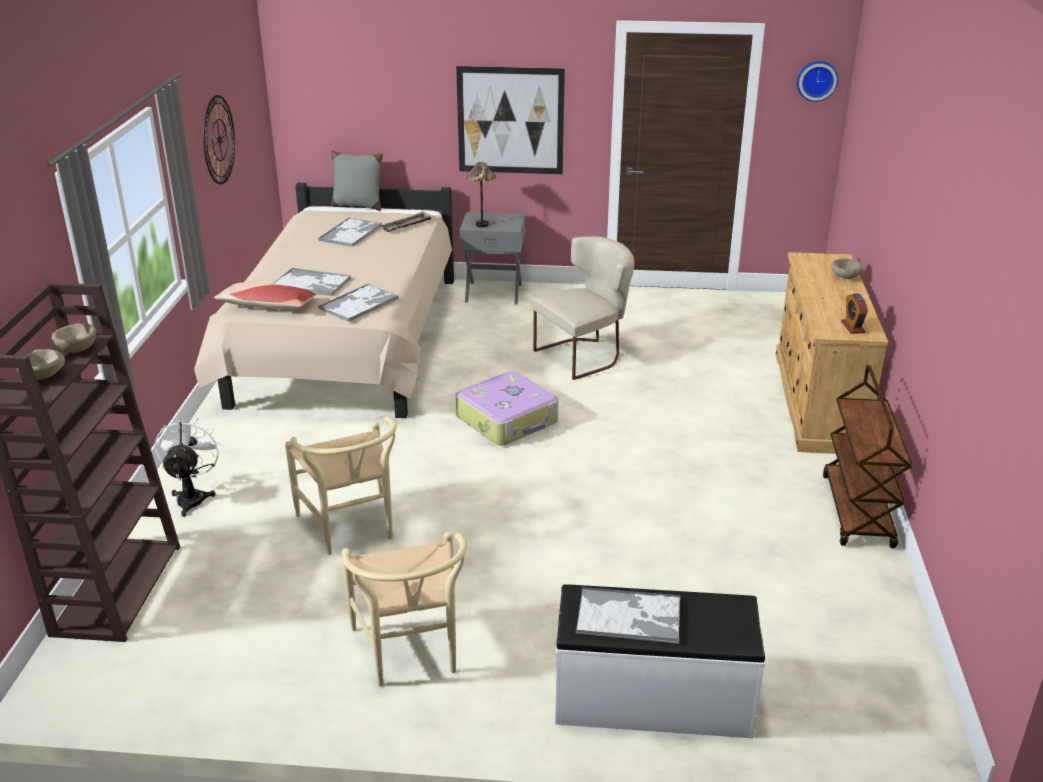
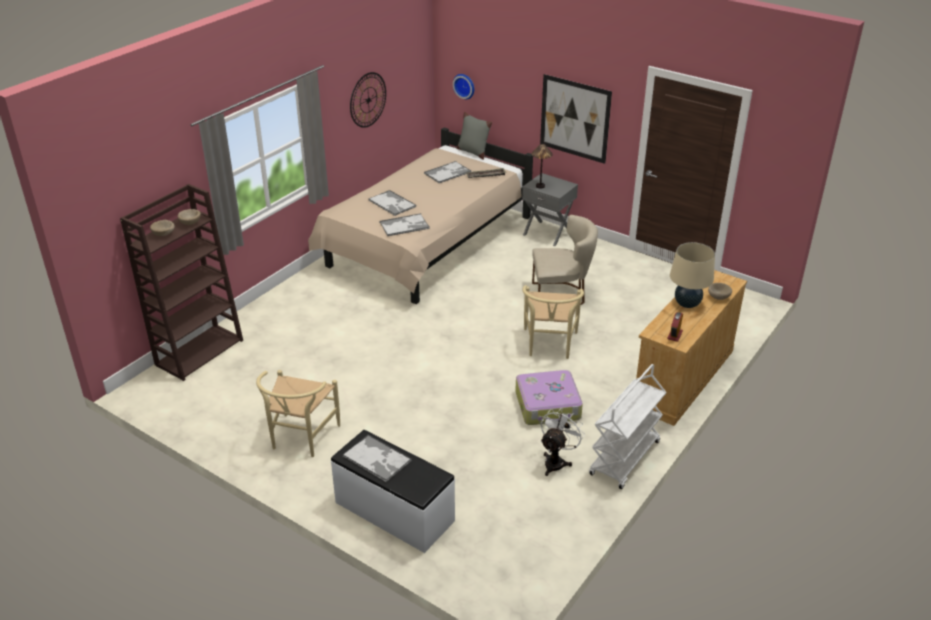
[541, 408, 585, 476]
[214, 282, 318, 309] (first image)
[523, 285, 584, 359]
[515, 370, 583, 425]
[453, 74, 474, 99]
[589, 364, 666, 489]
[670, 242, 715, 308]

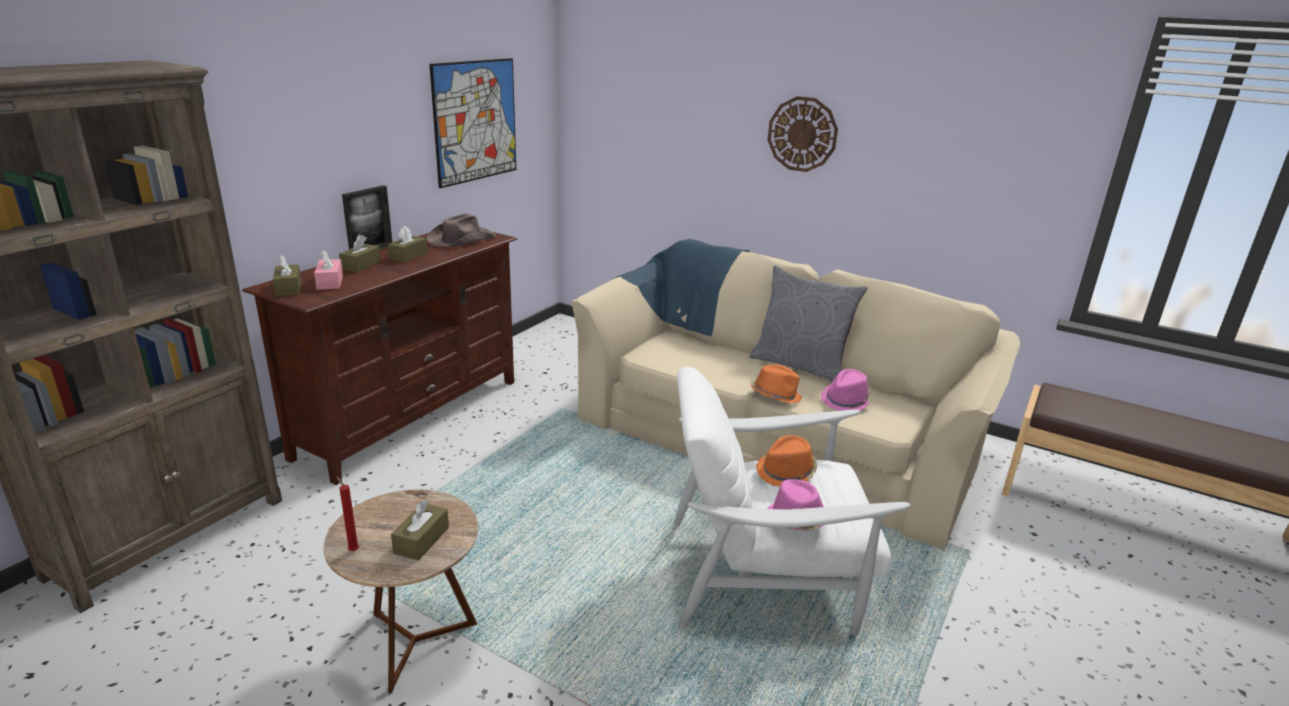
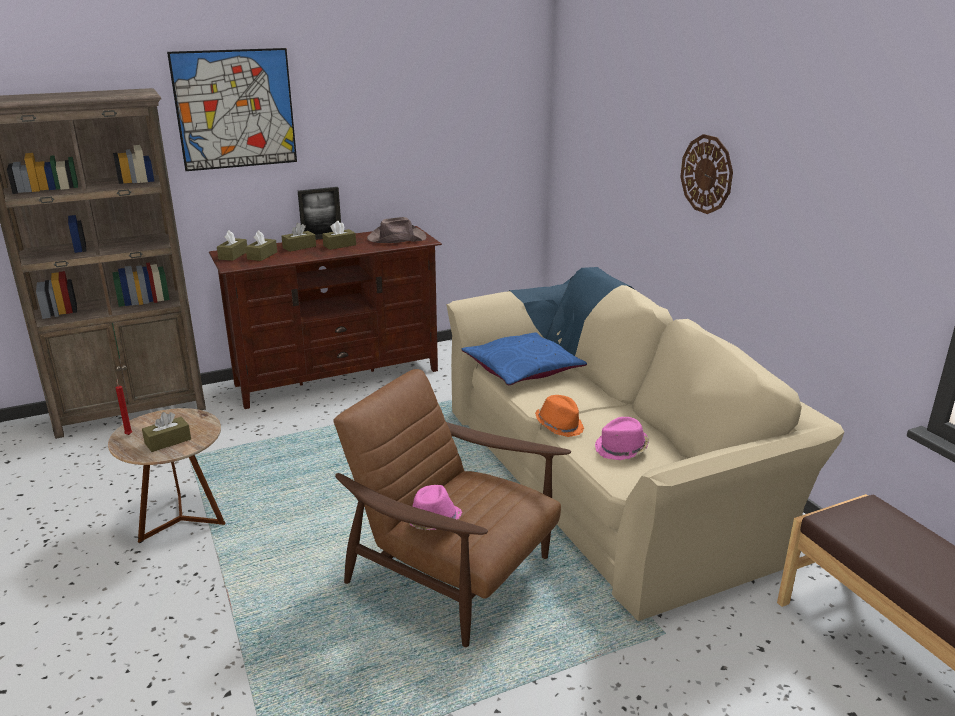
[246, 230, 277, 261]
[167, 48, 297, 171]
[333, 369, 571, 647]
[749, 265, 867, 382] (first image)
[756, 435, 817, 486] (first image)
[462, 332, 587, 385]

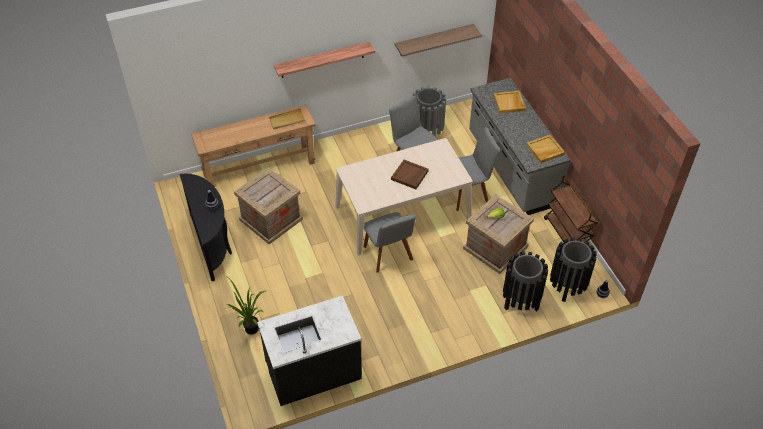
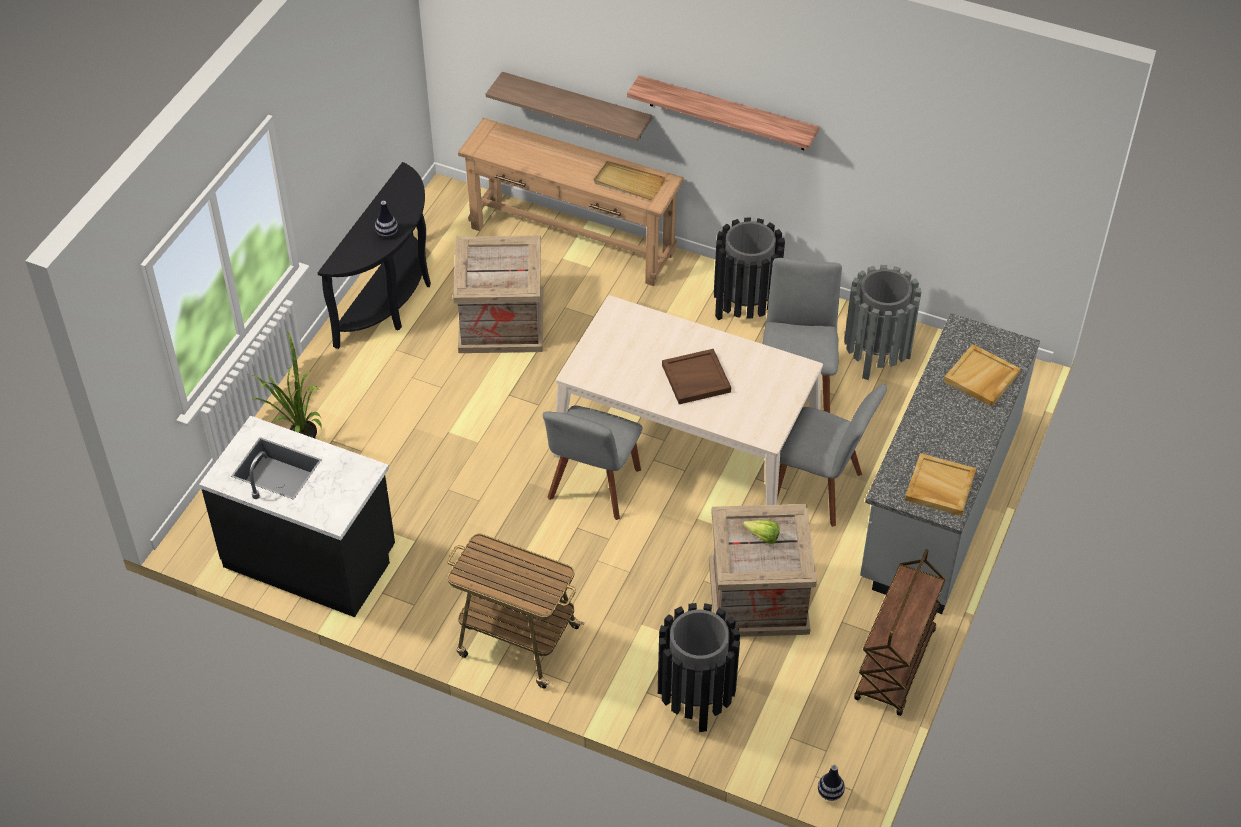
[486, 72, 653, 141]
[714, 217, 785, 320]
[447, 534, 585, 688]

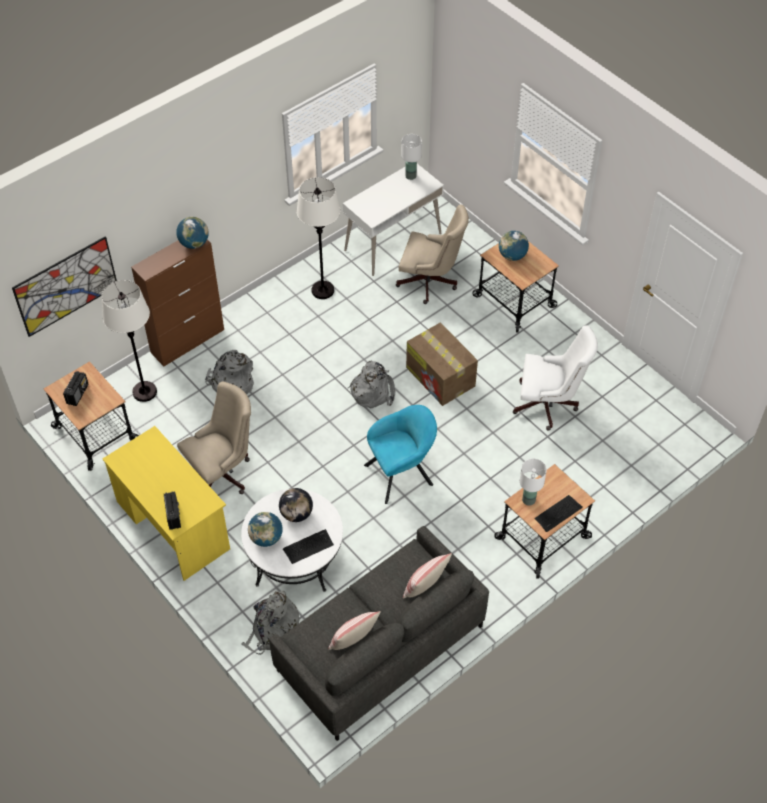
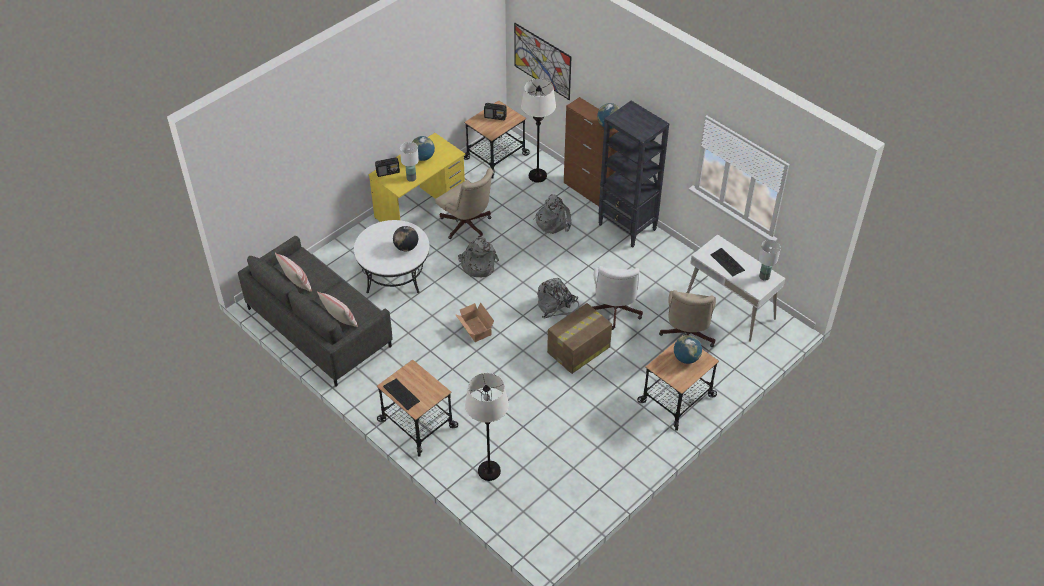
[458, 237, 499, 277]
[412, 136, 435, 161]
[710, 248, 745, 276]
[465, 373, 509, 481]
[455, 302, 494, 342]
[593, 266, 643, 330]
[400, 142, 419, 182]
[598, 101, 669, 248]

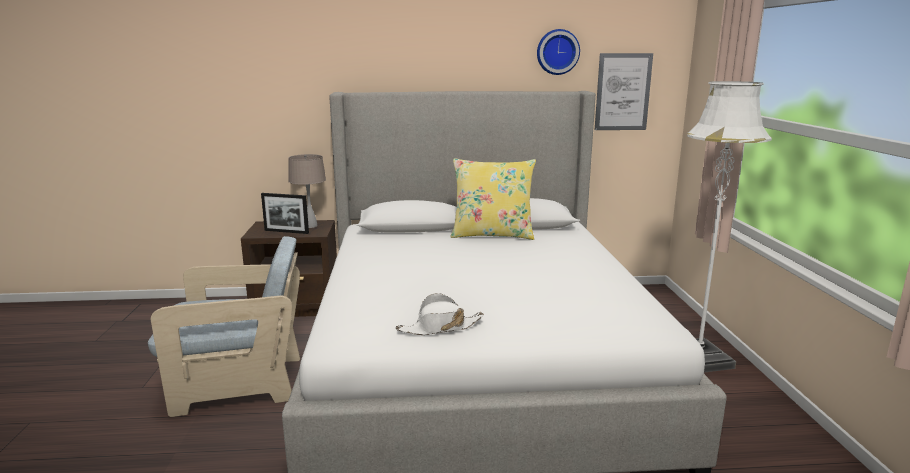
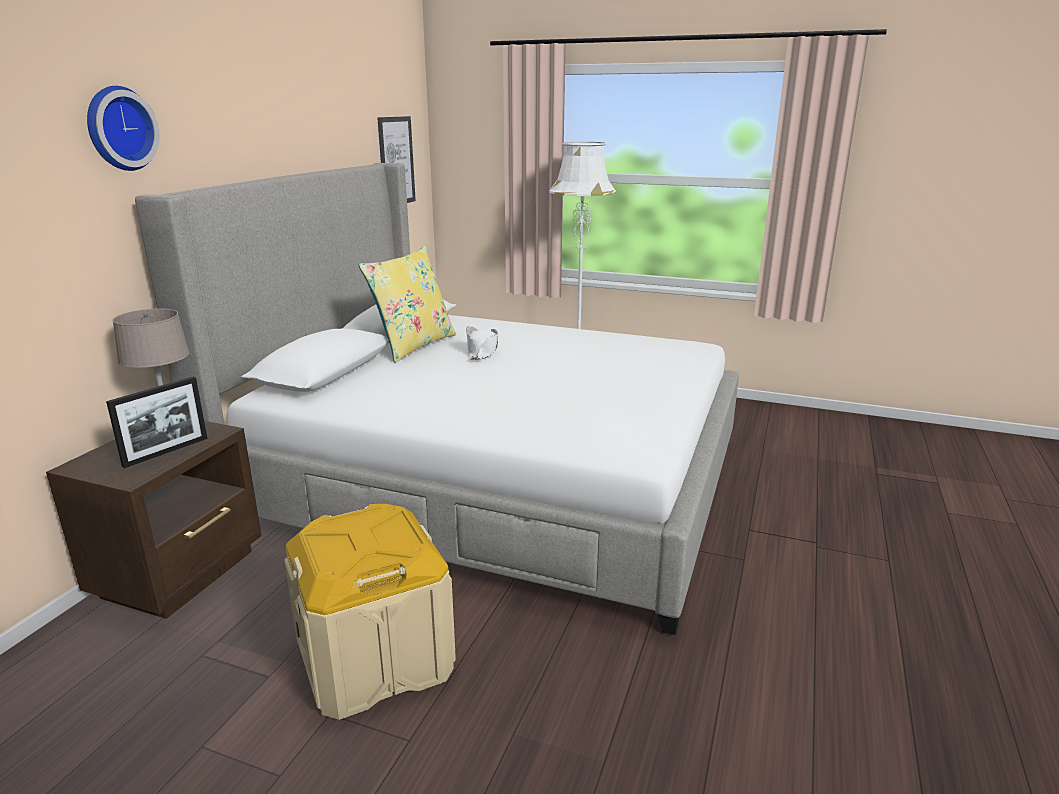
[284, 504, 456, 720]
[466, 326, 498, 360]
[87, 86, 160, 171]

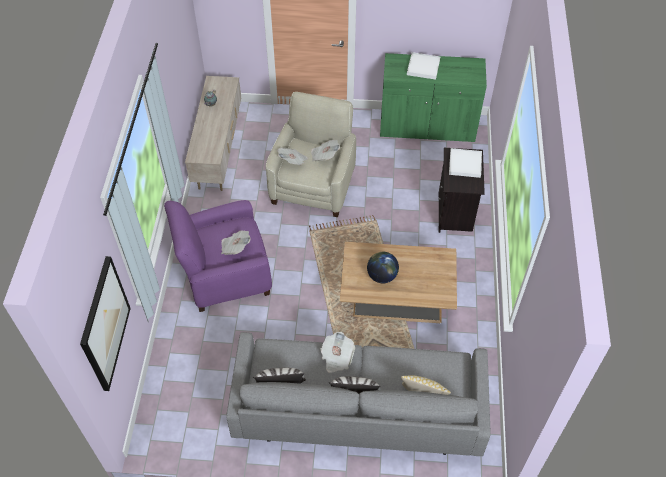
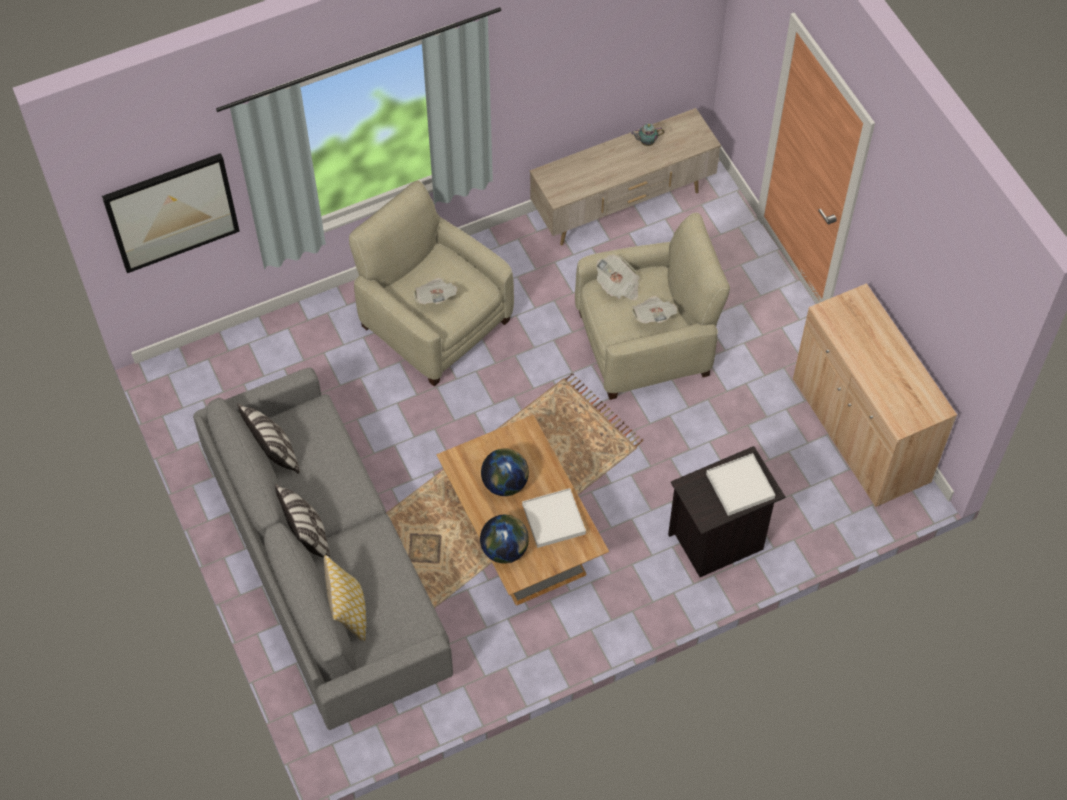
[349, 180, 514, 387]
[320, 332, 355, 373] (first image)
[793, 283, 957, 507]
[522, 488, 586, 548]
[480, 515, 529, 564]

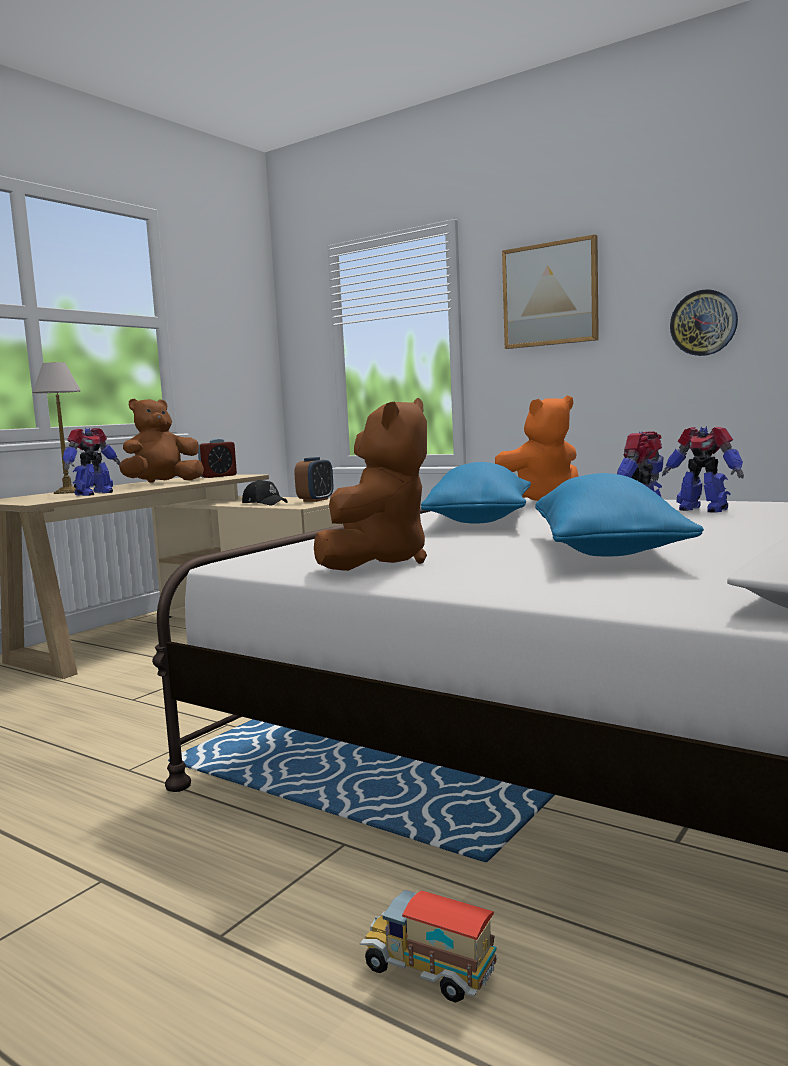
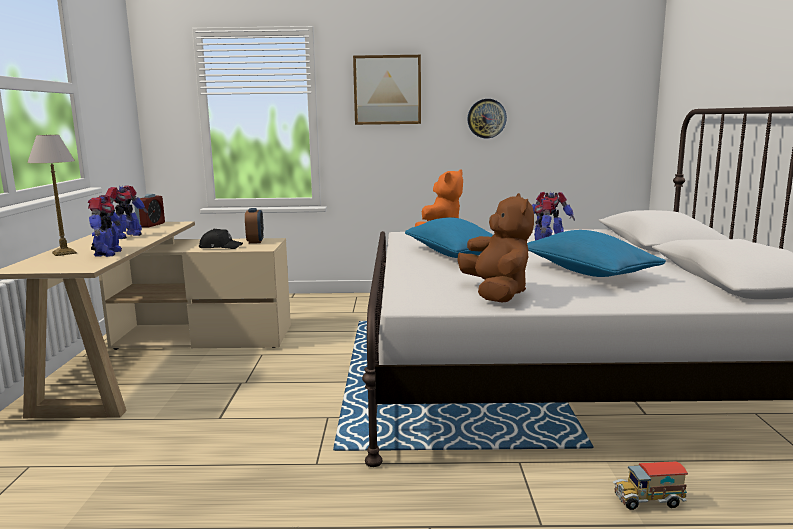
[106, 185, 148, 239]

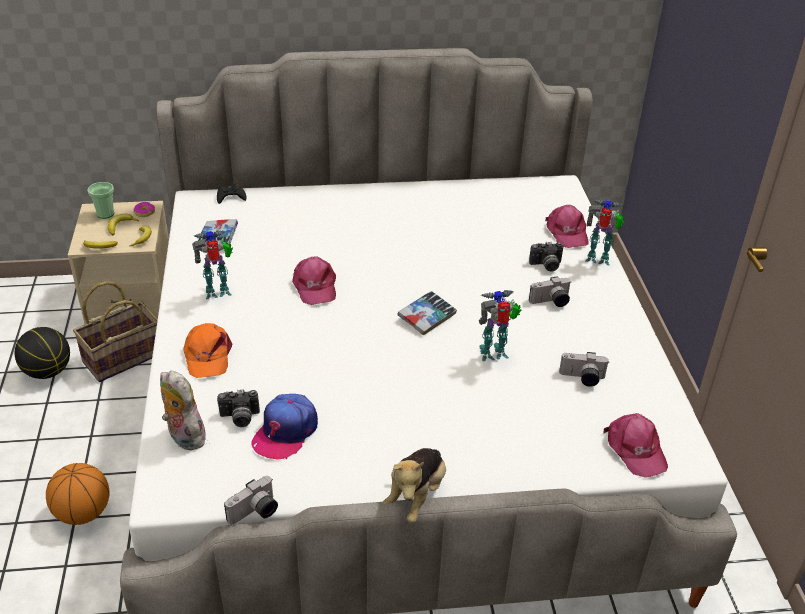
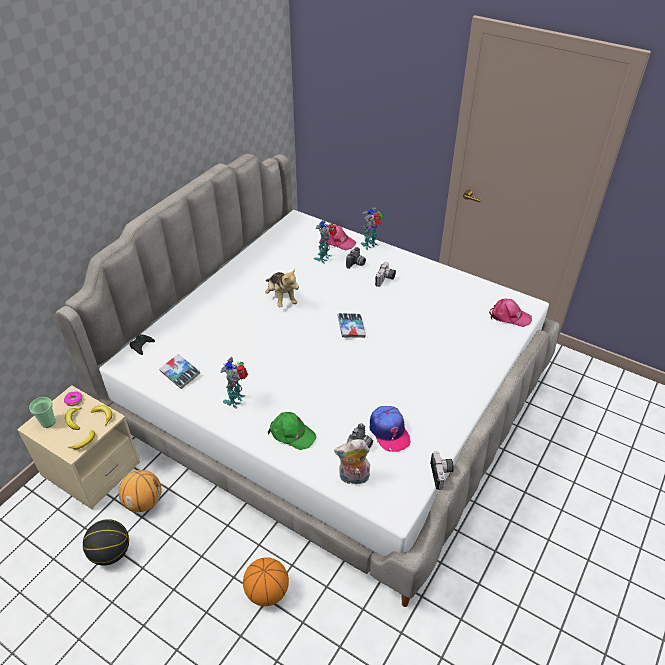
[119, 470, 162, 512]
[268, 412, 316, 450]
[292, 256, 336, 305] (first image)
[265, 268, 299, 307]
[314, 219, 337, 264]
[559, 352, 609, 387] (first image)

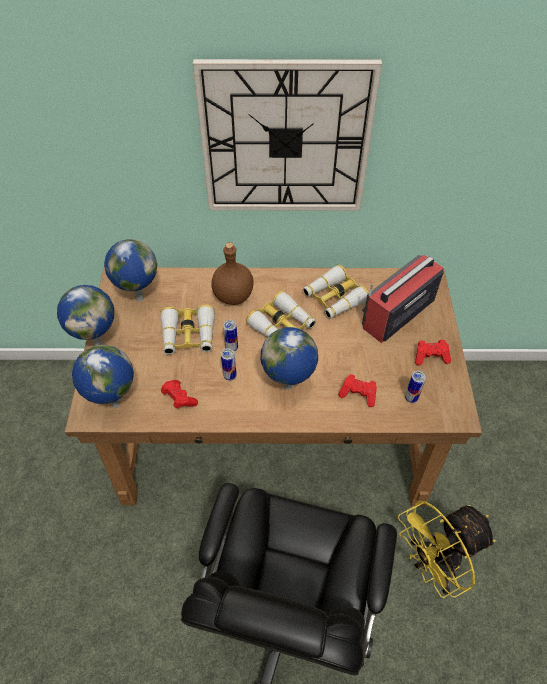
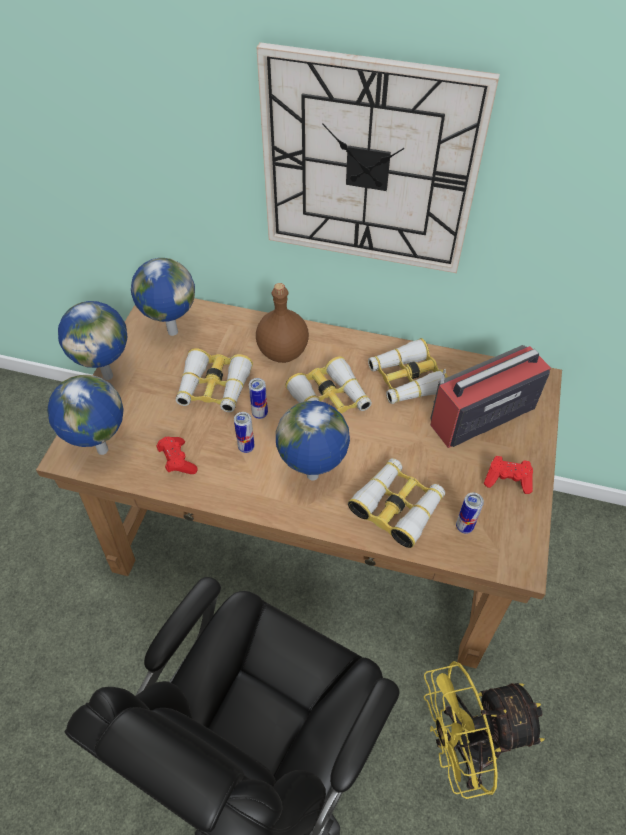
[348, 458, 445, 548]

